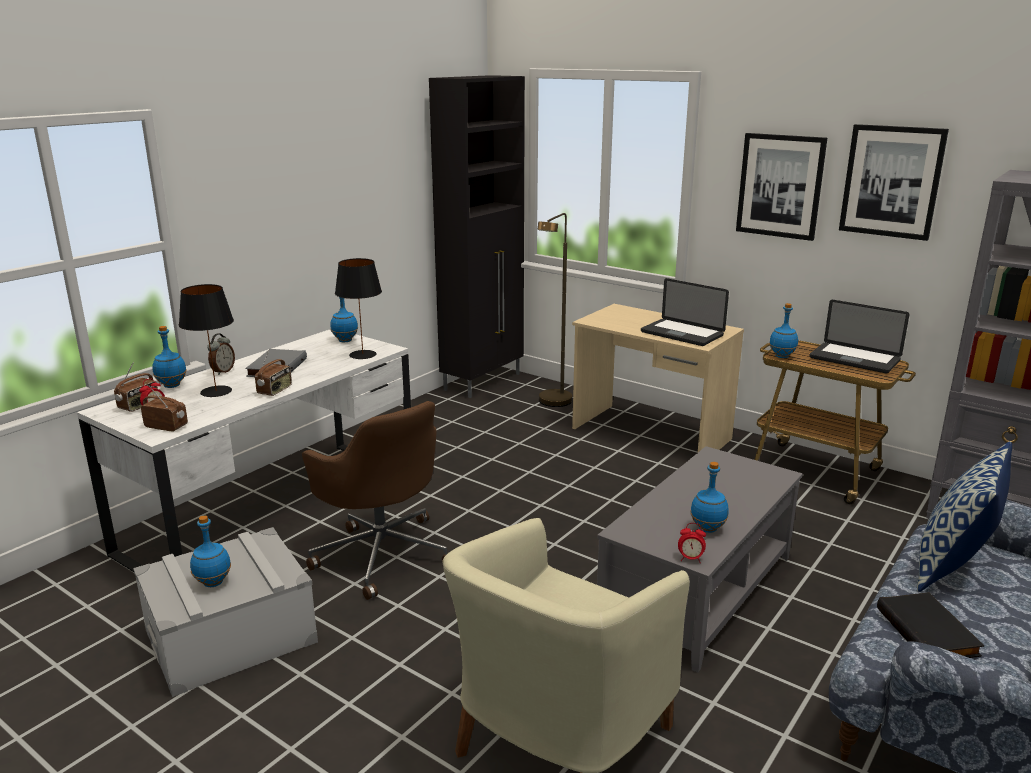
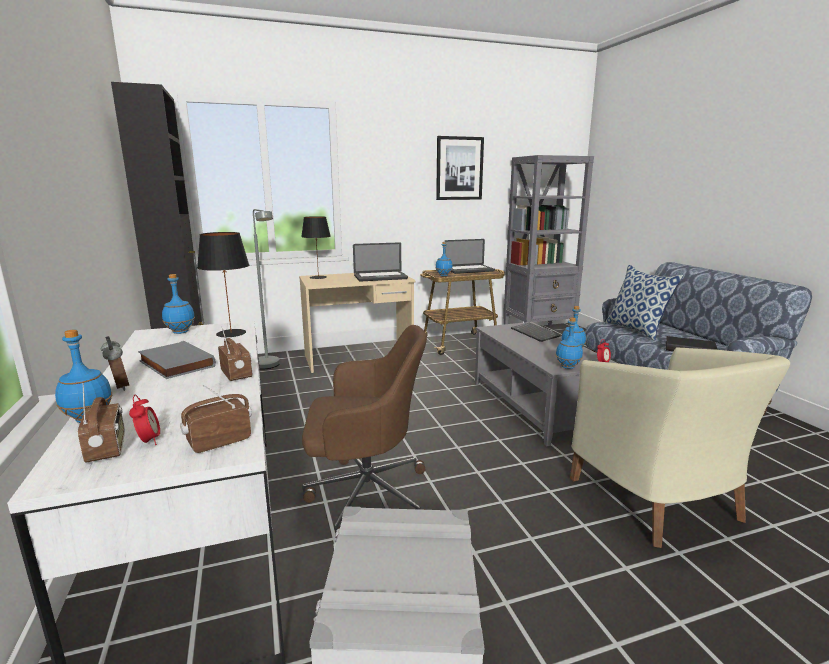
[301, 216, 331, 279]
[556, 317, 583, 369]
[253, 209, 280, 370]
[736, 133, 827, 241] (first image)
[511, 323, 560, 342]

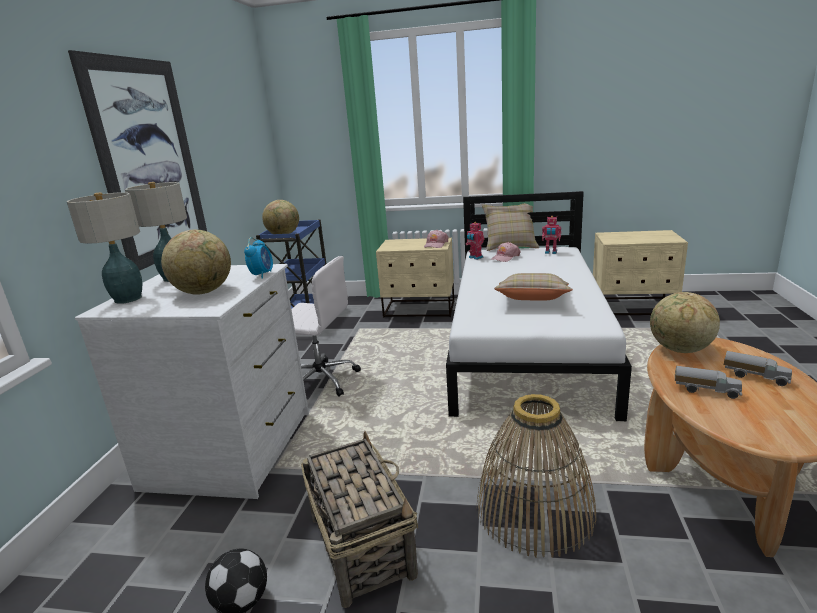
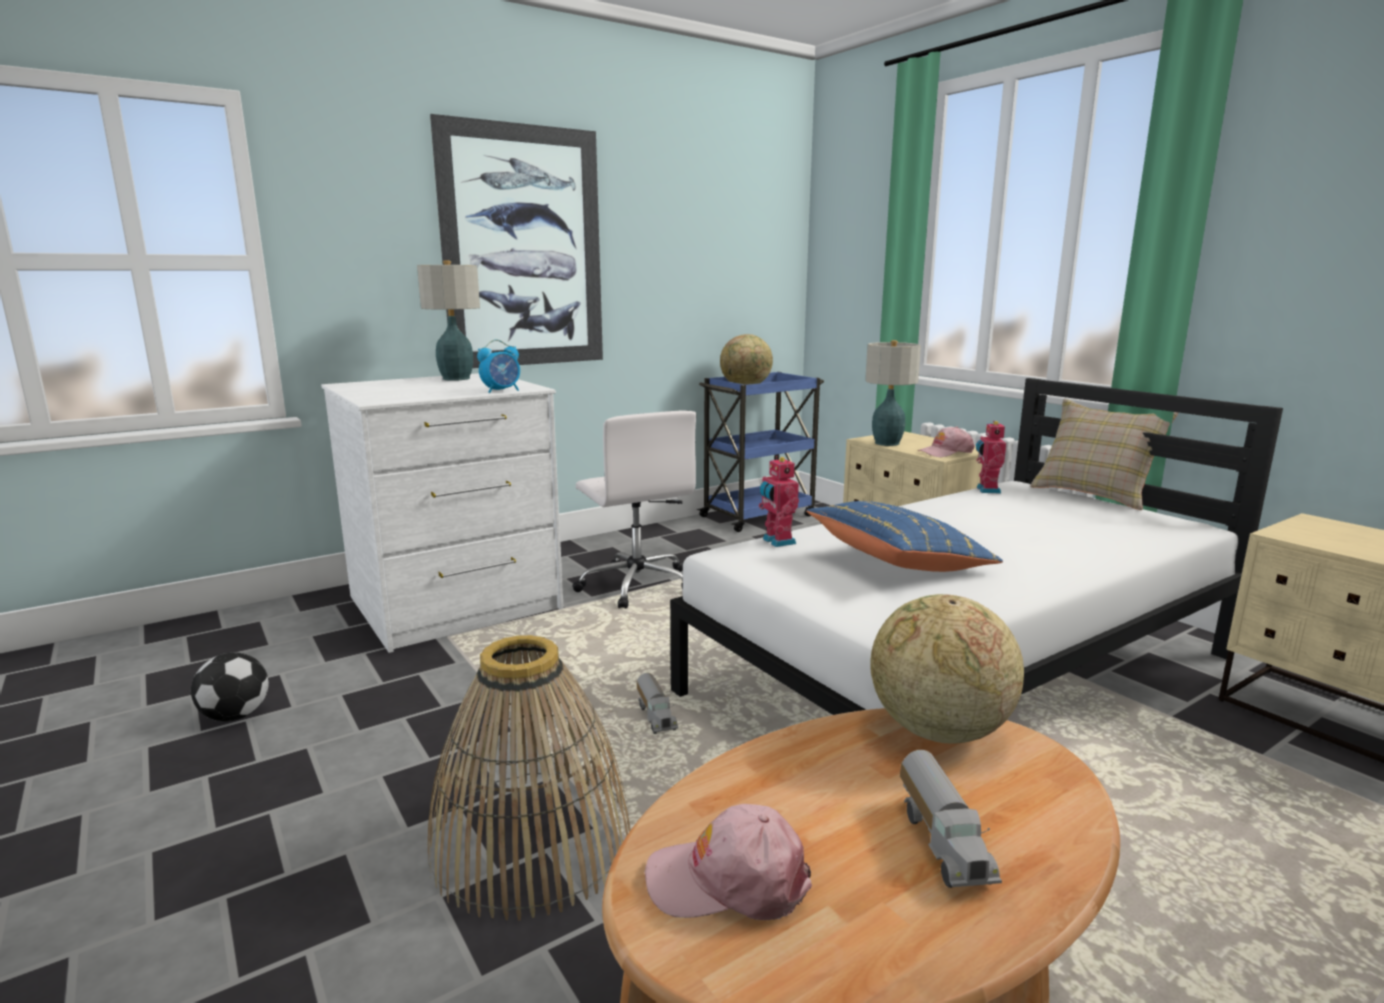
[865, 340, 921, 446]
[161, 230, 231, 295] (first image)
[301, 431, 418, 608] (first image)
[644, 804, 812, 920]
[806, 501, 1003, 572]
[759, 456, 799, 547]
[637, 673, 678, 734]

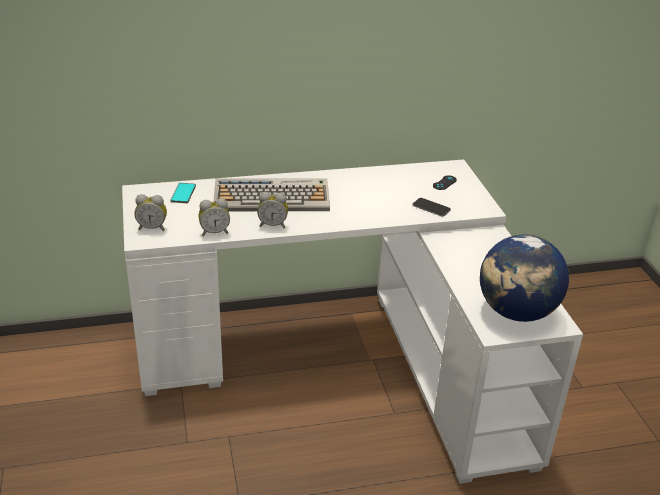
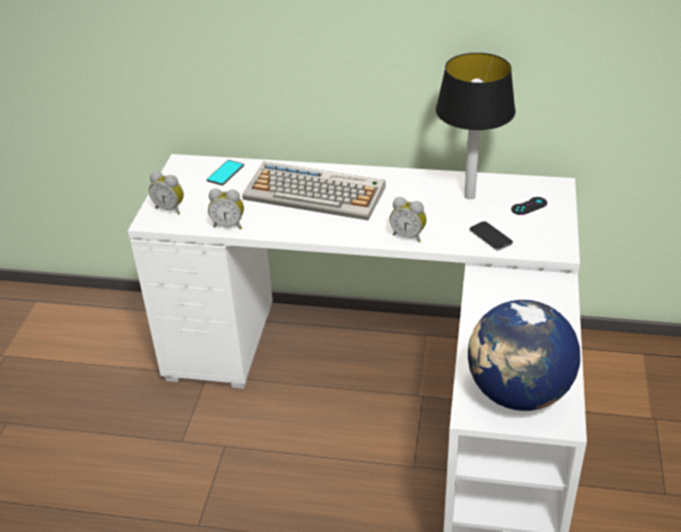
[389, 197, 427, 242]
[436, 53, 516, 199]

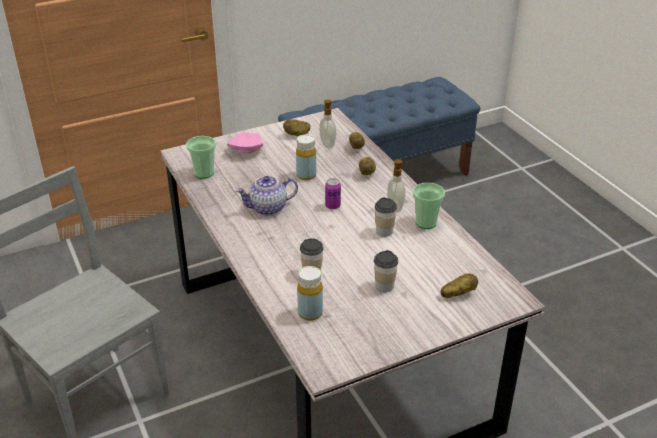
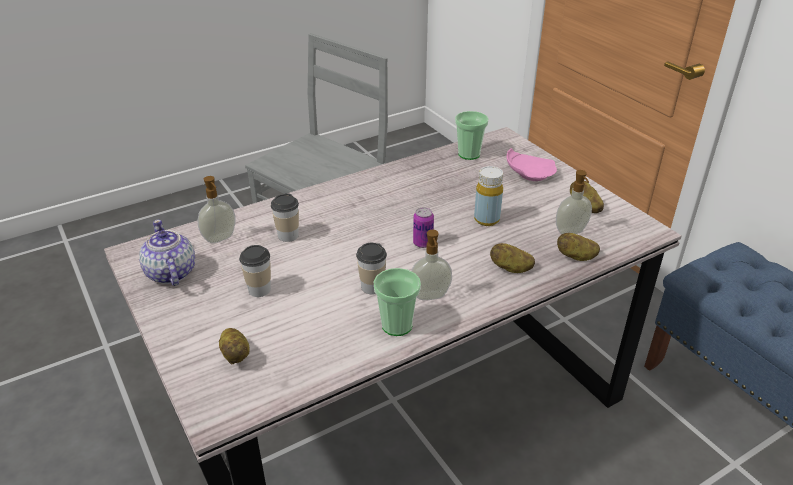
[139, 220, 195, 286]
[197, 176, 236, 243]

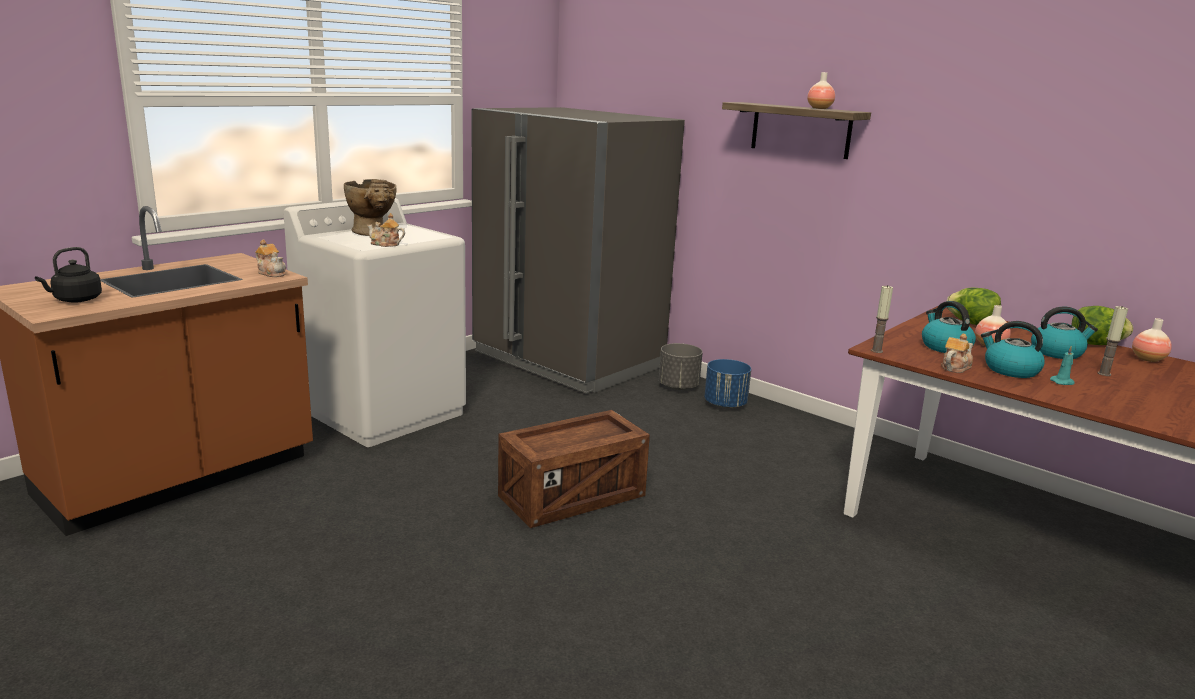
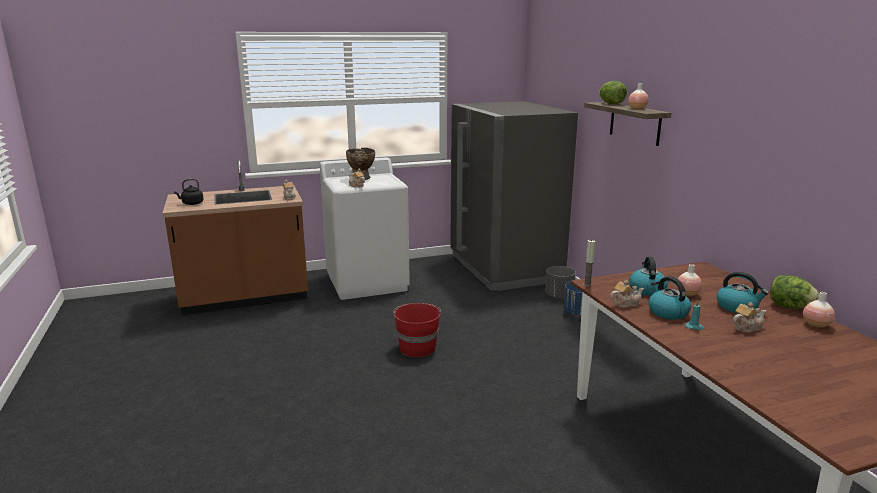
[393, 303, 441, 357]
[599, 81, 627, 105]
[733, 302, 766, 333]

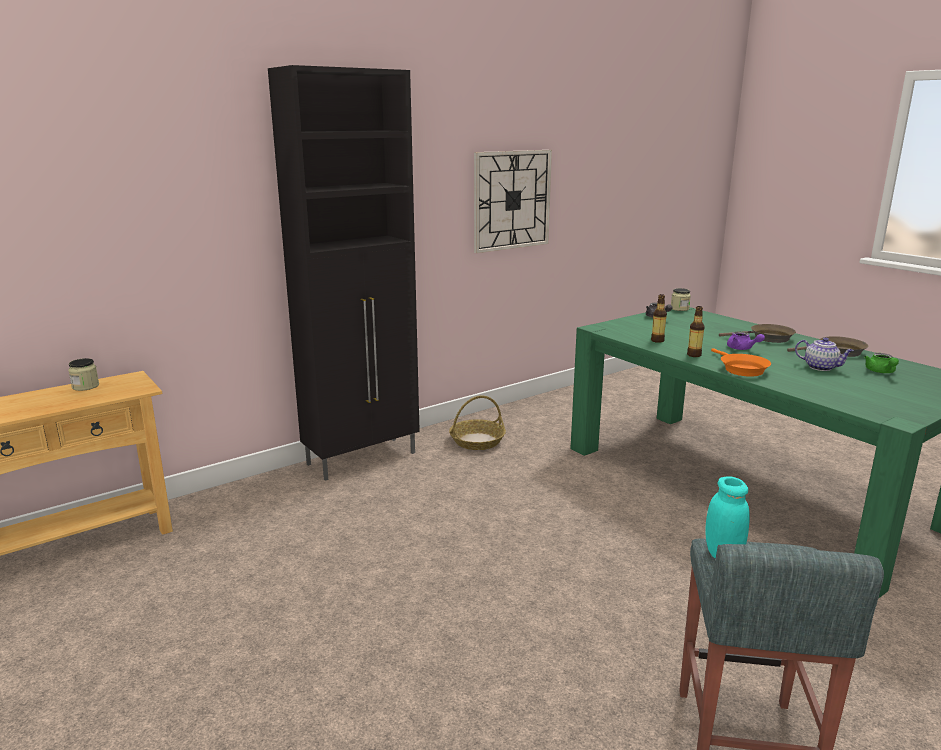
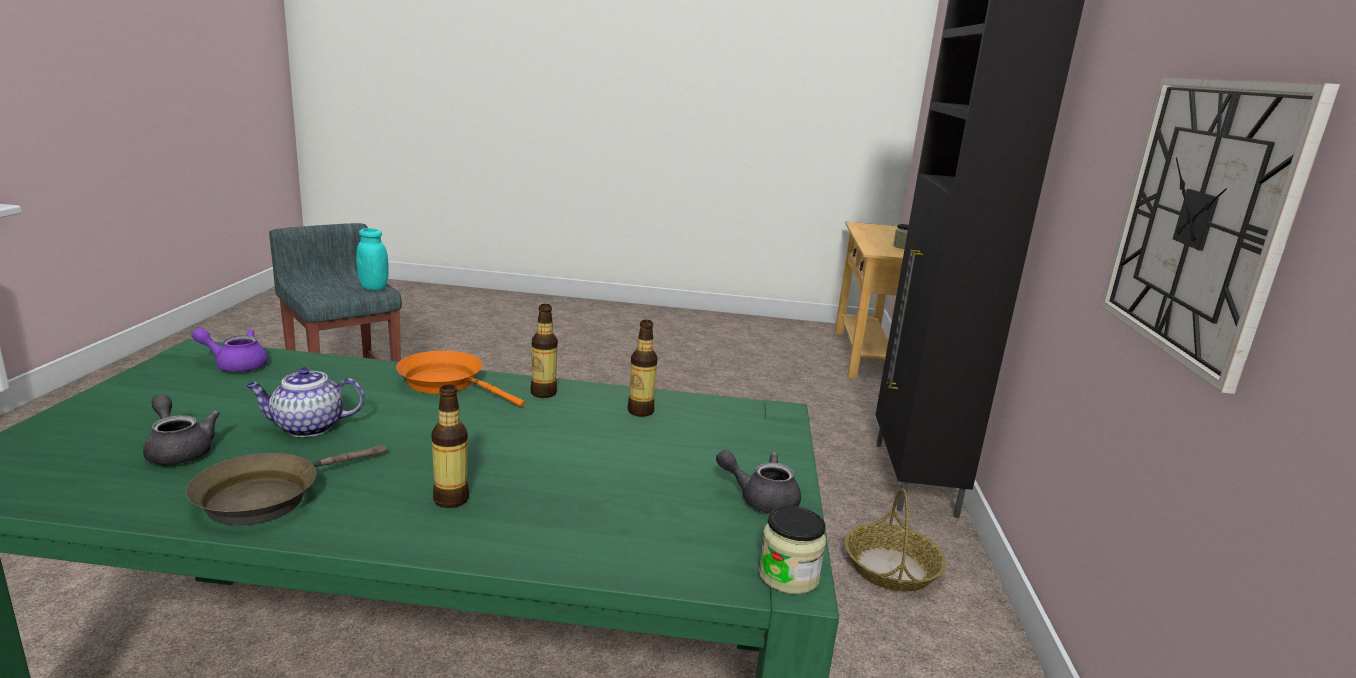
[431, 385, 469, 508]
[192, 328, 268, 372]
[143, 394, 220, 465]

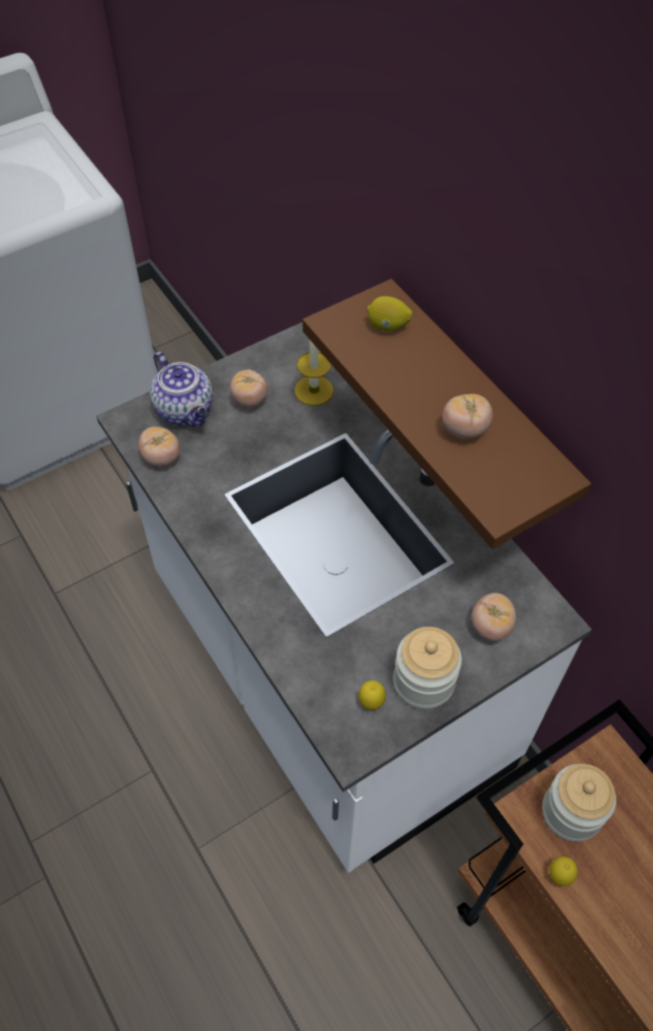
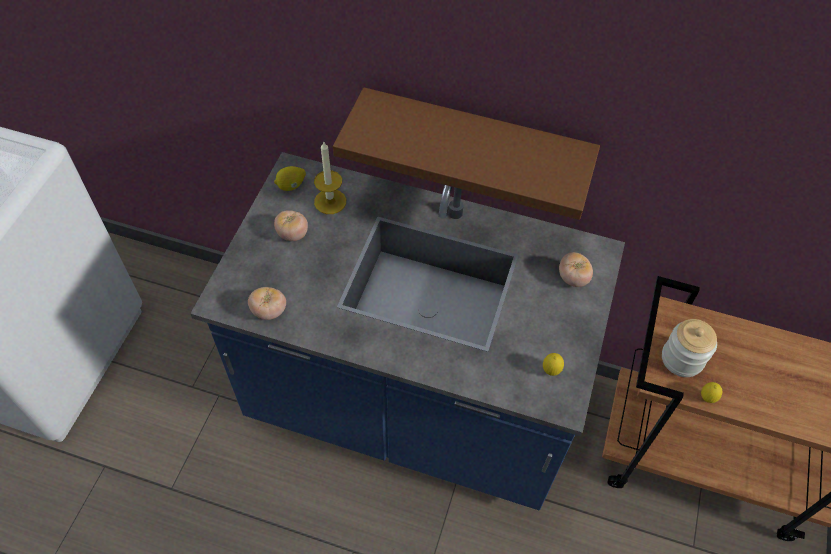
[190, 152, 625, 510]
[150, 352, 213, 427] (first image)
[274, 166, 306, 191]
[393, 627, 462, 710] (first image)
[442, 394, 493, 439] (first image)

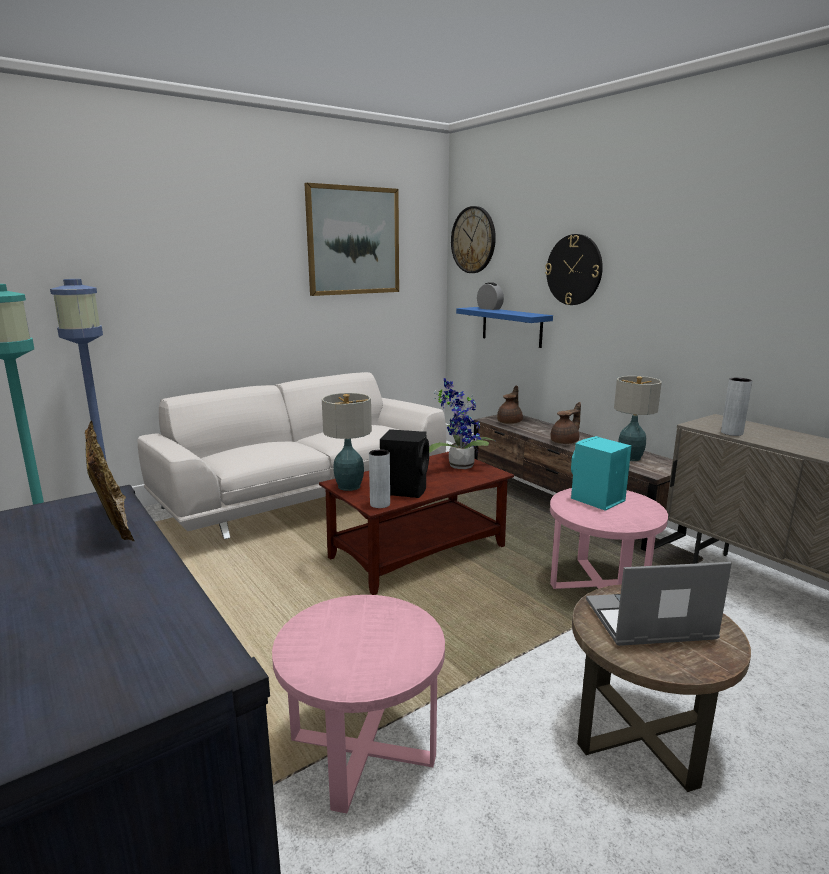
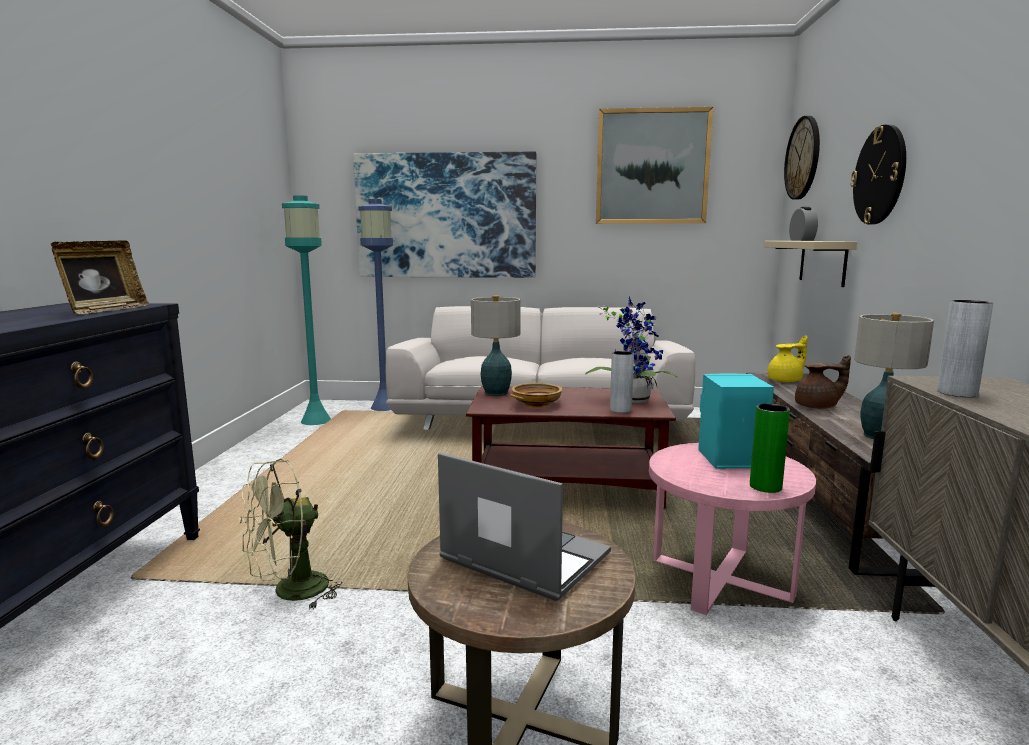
[239, 458, 342, 610]
[610, 351, 634, 413]
[510, 383, 563, 408]
[764, 241, 857, 287]
[767, 335, 808, 382]
[353, 151, 536, 278]
[750, 404, 790, 493]

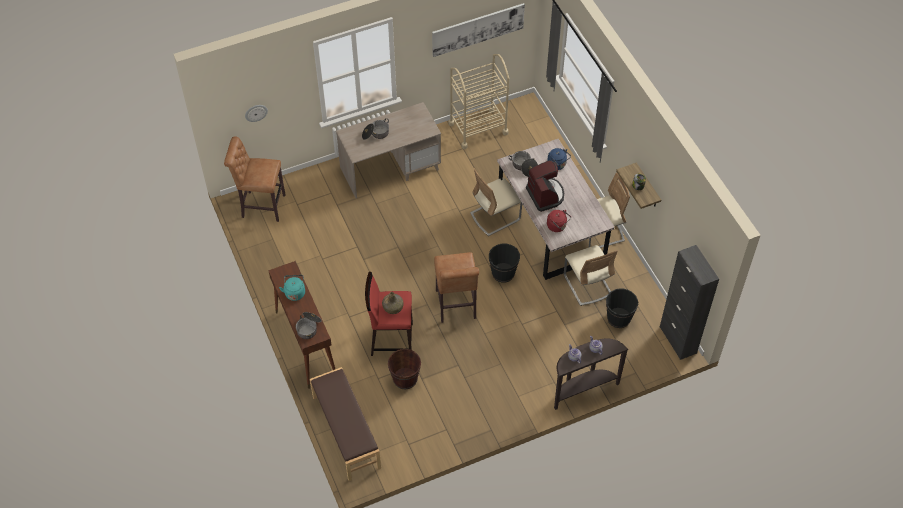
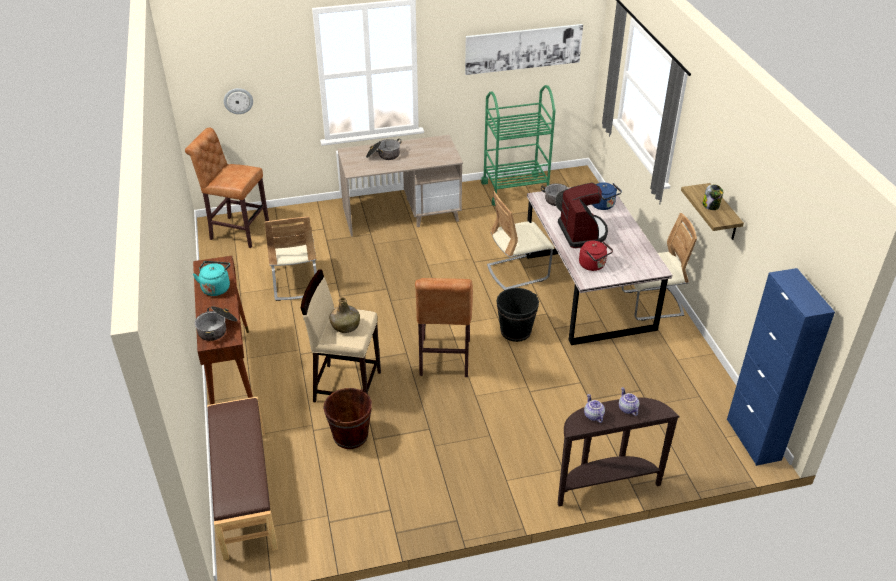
[301, 270, 381, 403]
[481, 85, 556, 206]
[265, 216, 317, 301]
[606, 289, 638, 328] (first image)
[727, 268, 835, 466]

